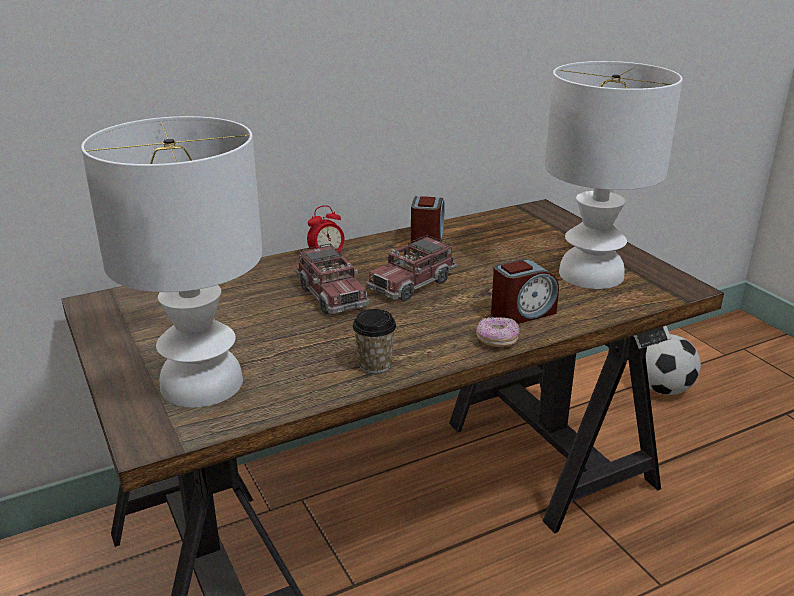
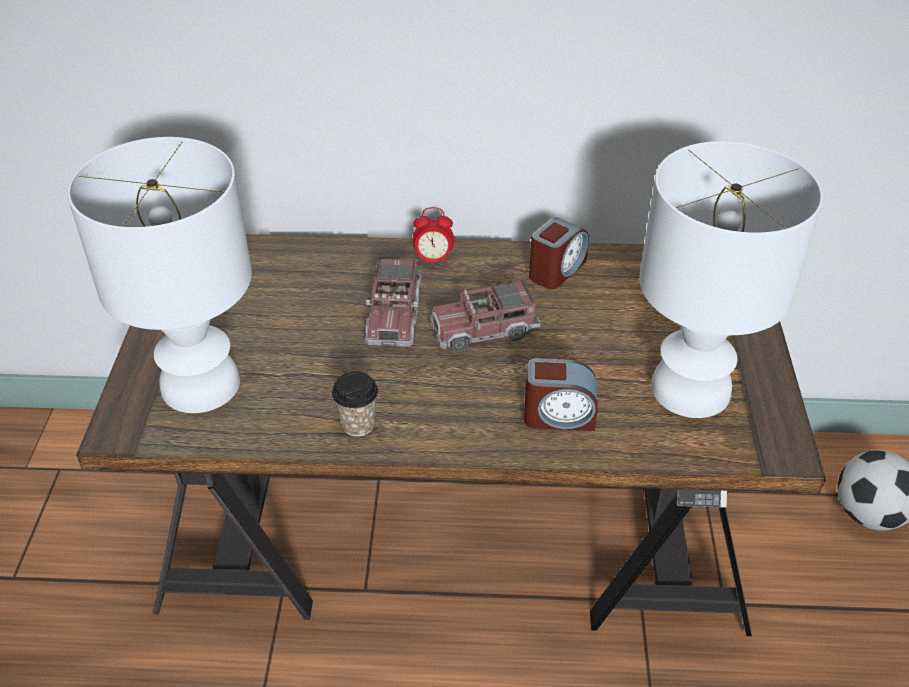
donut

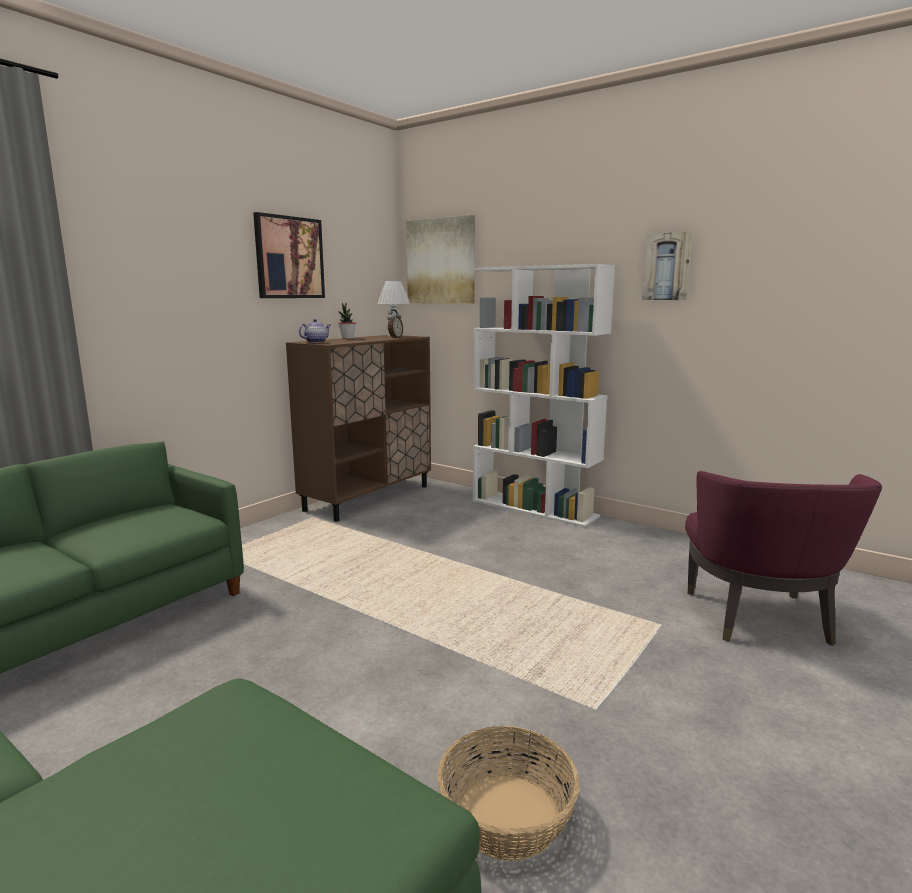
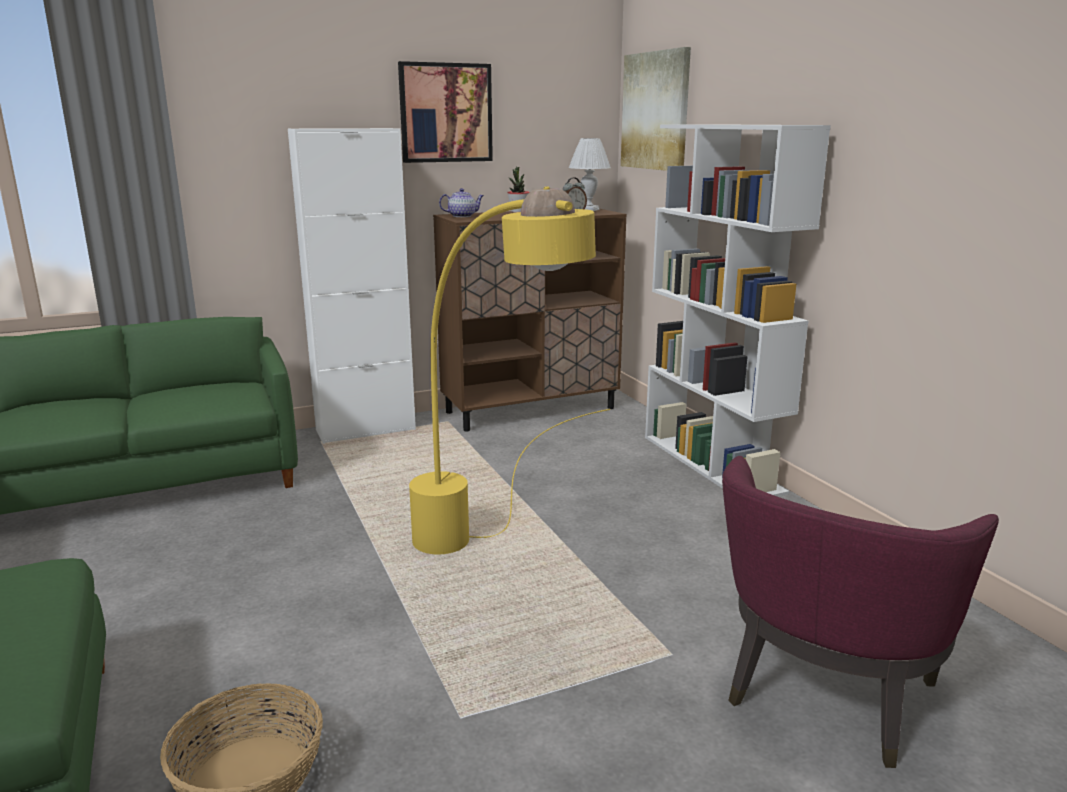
picture (3rd from left in the first image)
cabinet in white
floor lamp in yellow

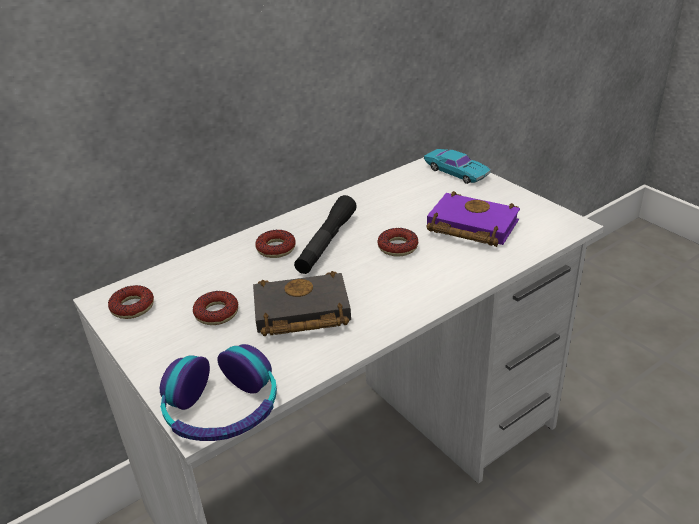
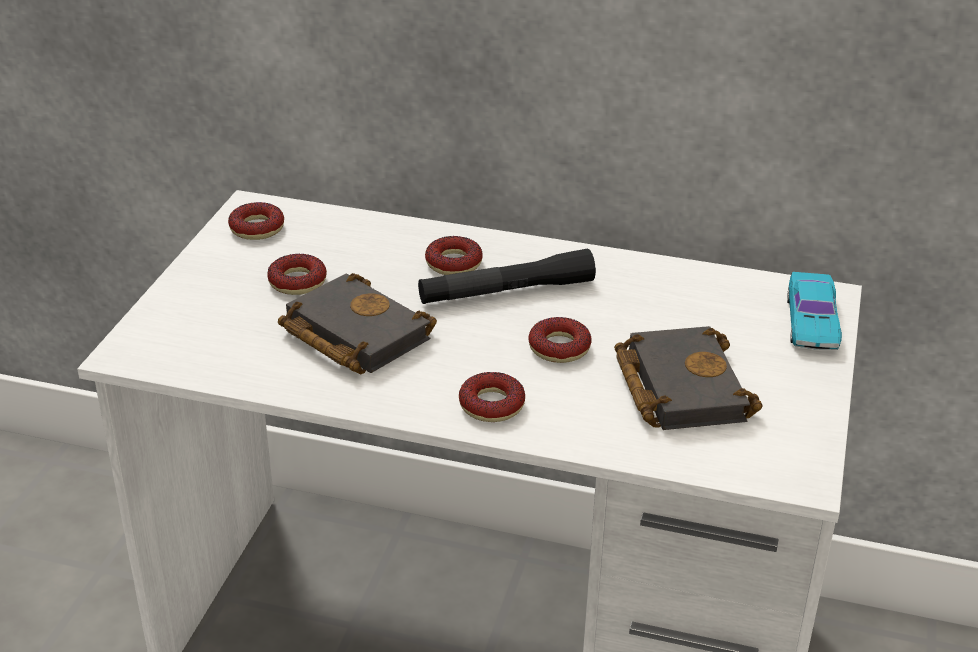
headphones
book in black (2nd from left)
donut (4th from left)

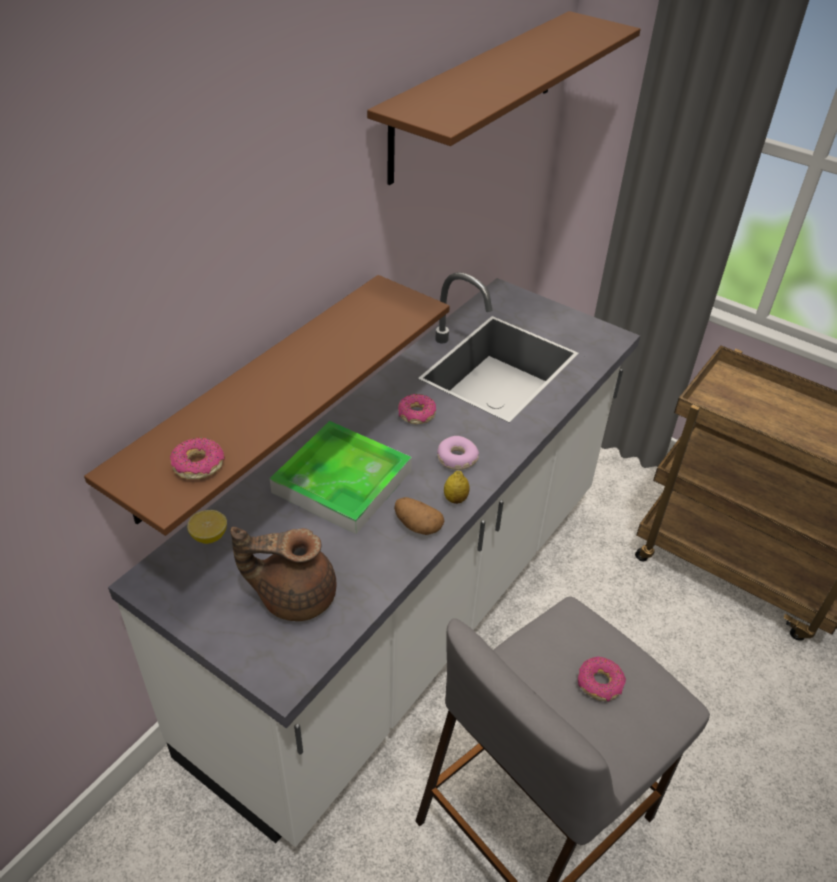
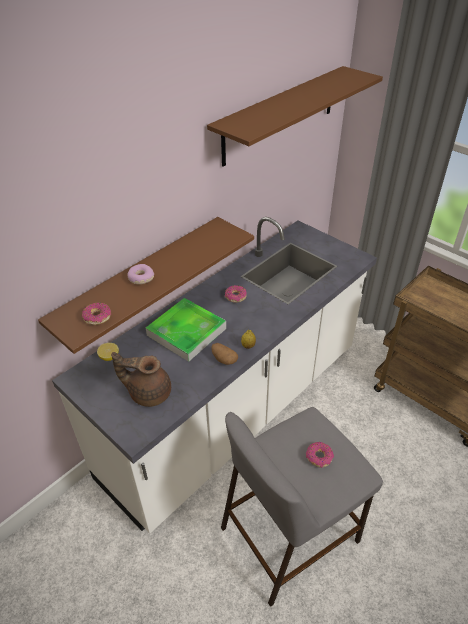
donut (2nd from left)

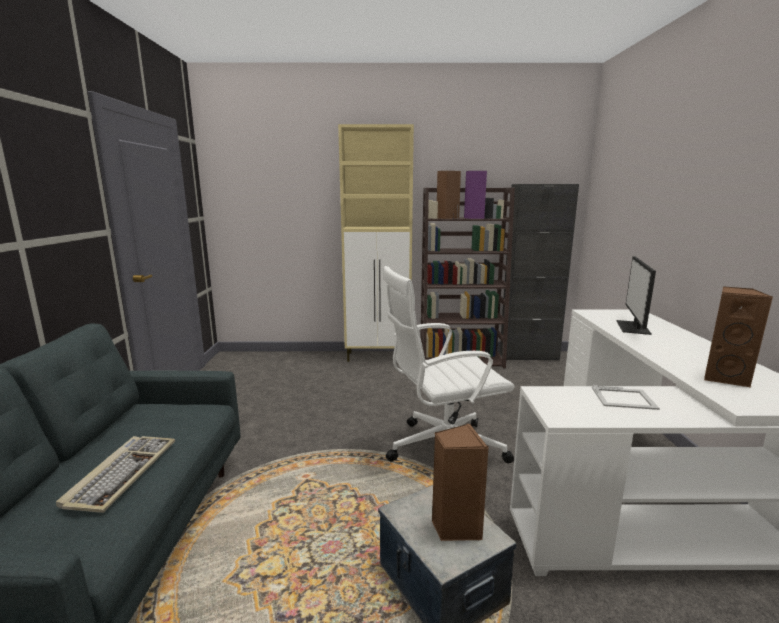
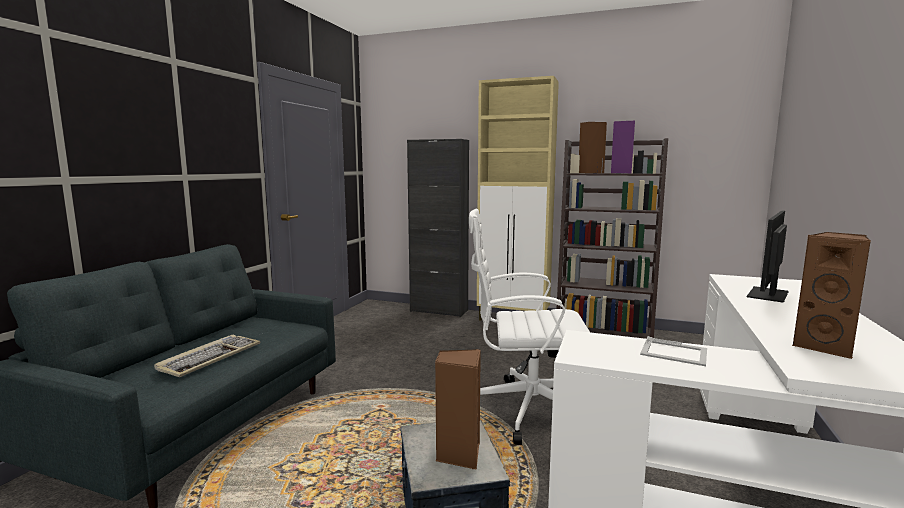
cabinet in black

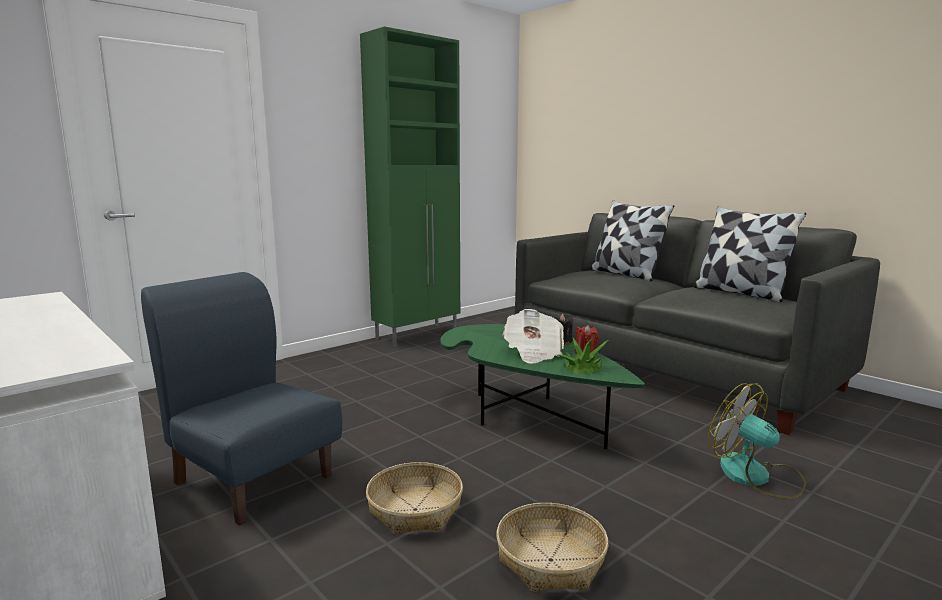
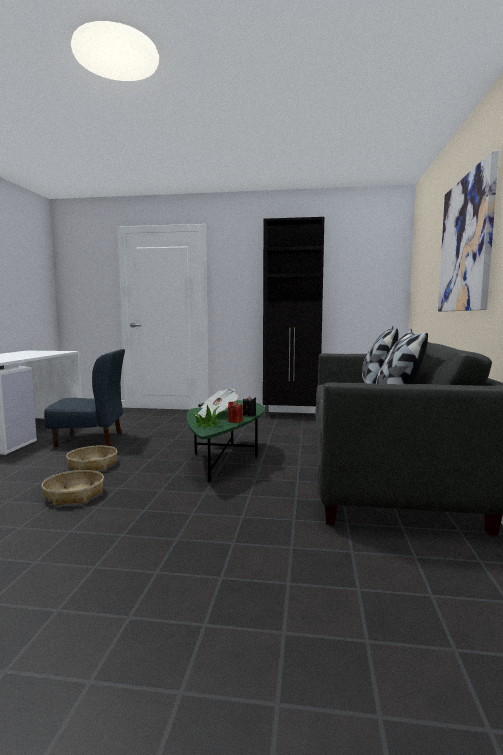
chair in blue
cabinet in black
fan
picture

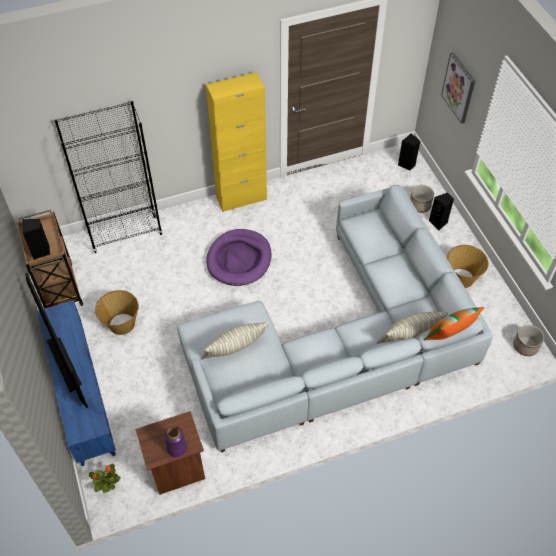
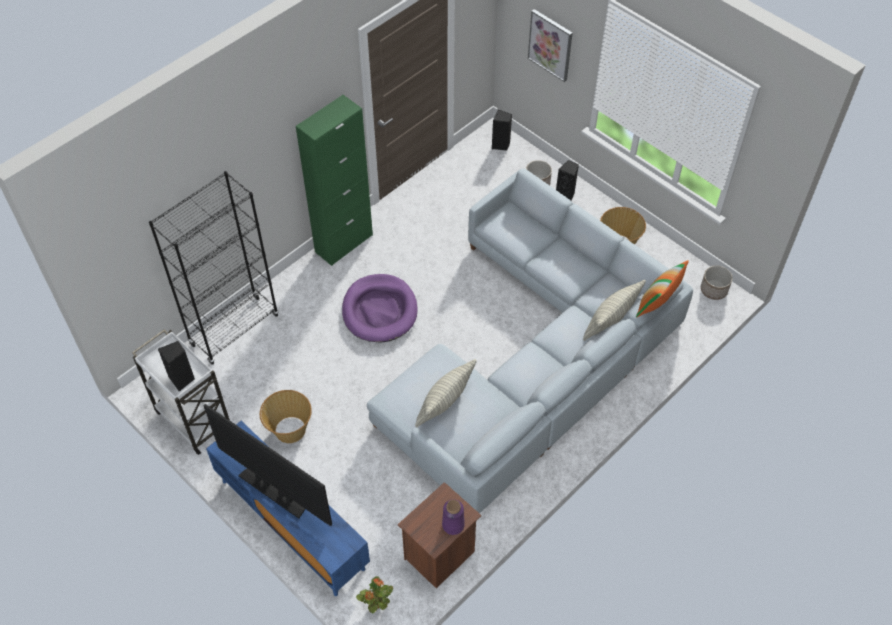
cart in white
cabinet in green

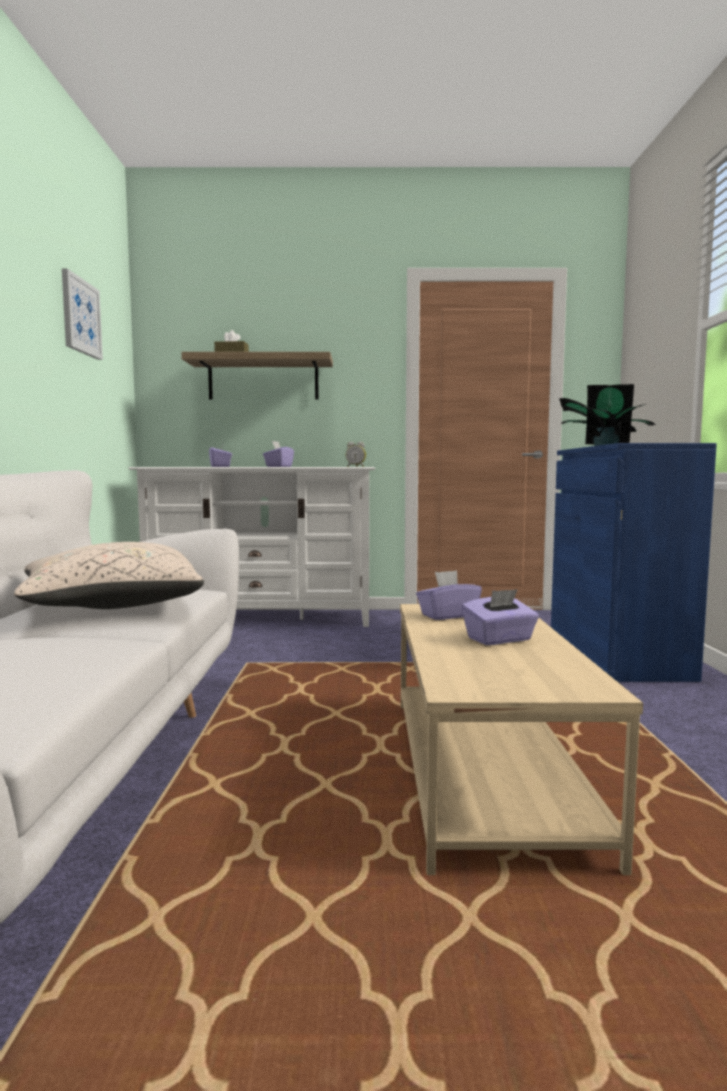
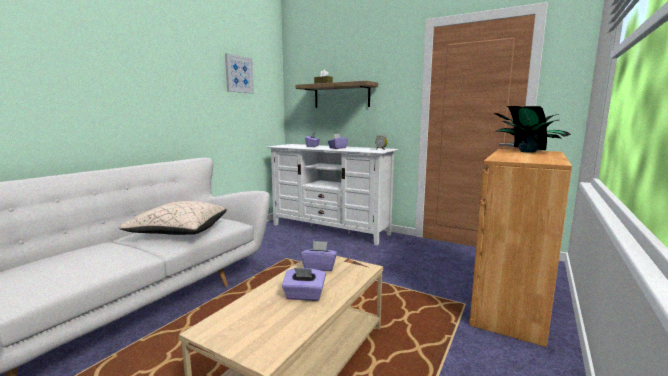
cabinet in brown

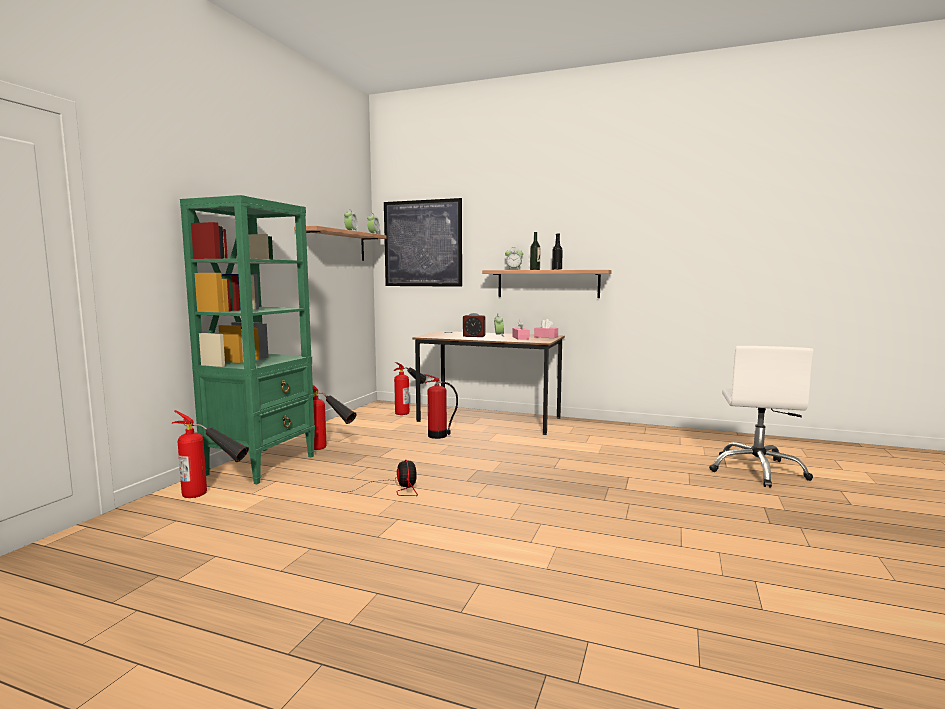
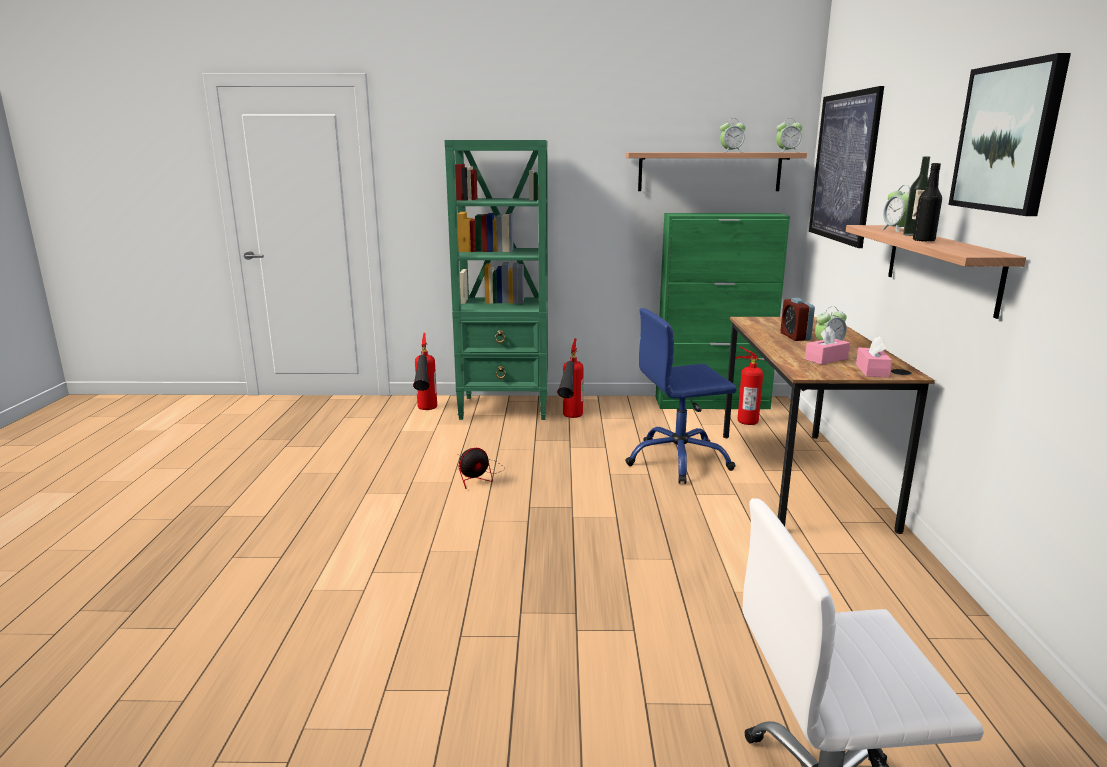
office chair in blue
cabinet in green
picture (2nd from left)

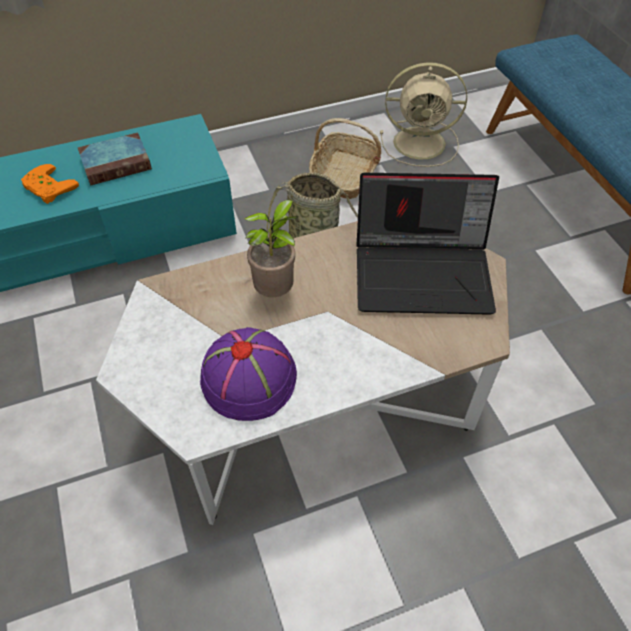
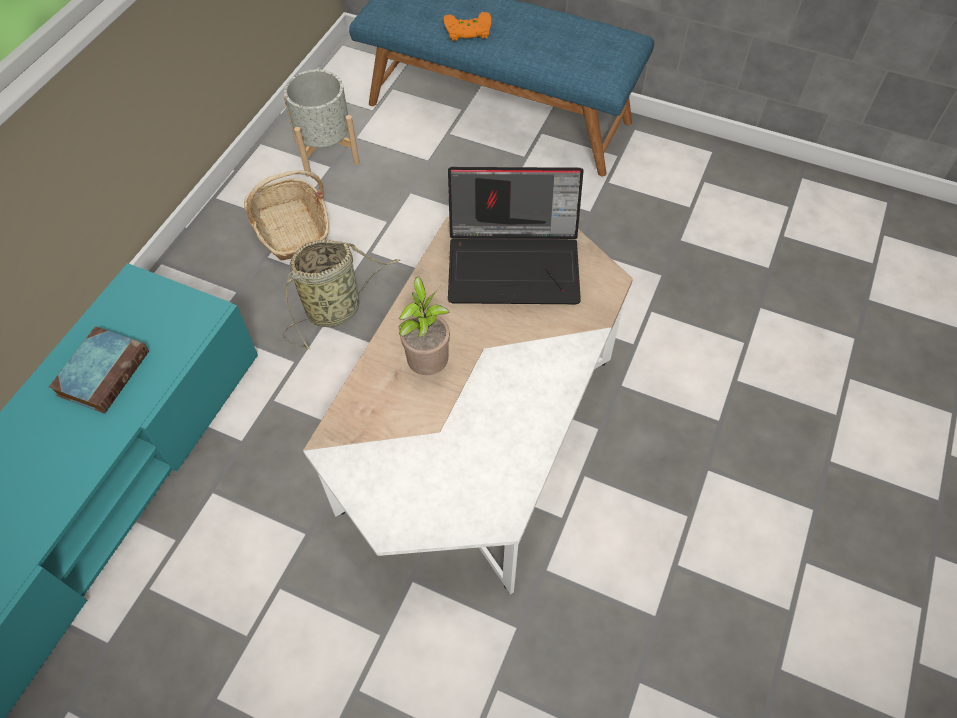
game controller in orange
hat in purple
laptop
planter in grey

